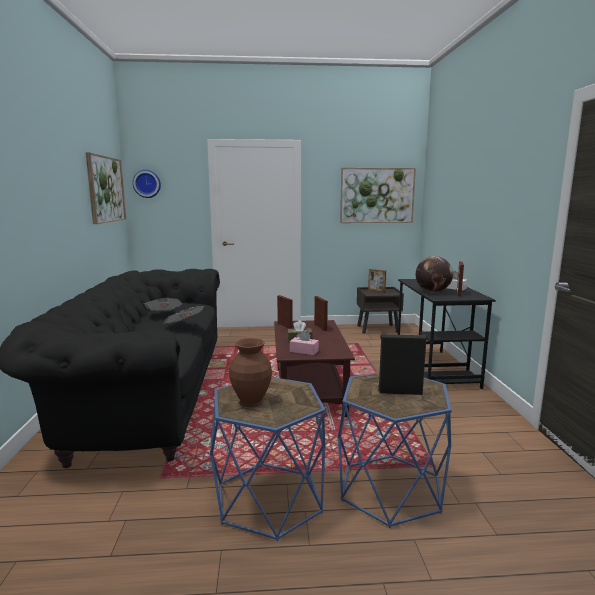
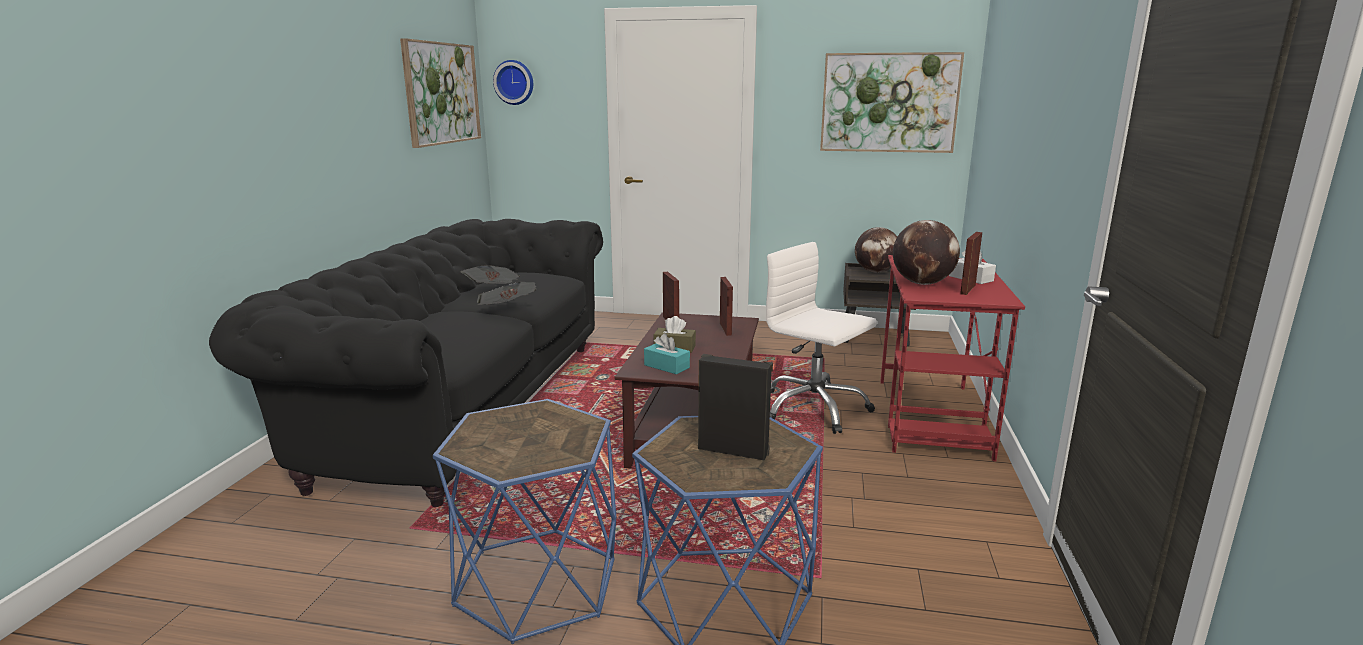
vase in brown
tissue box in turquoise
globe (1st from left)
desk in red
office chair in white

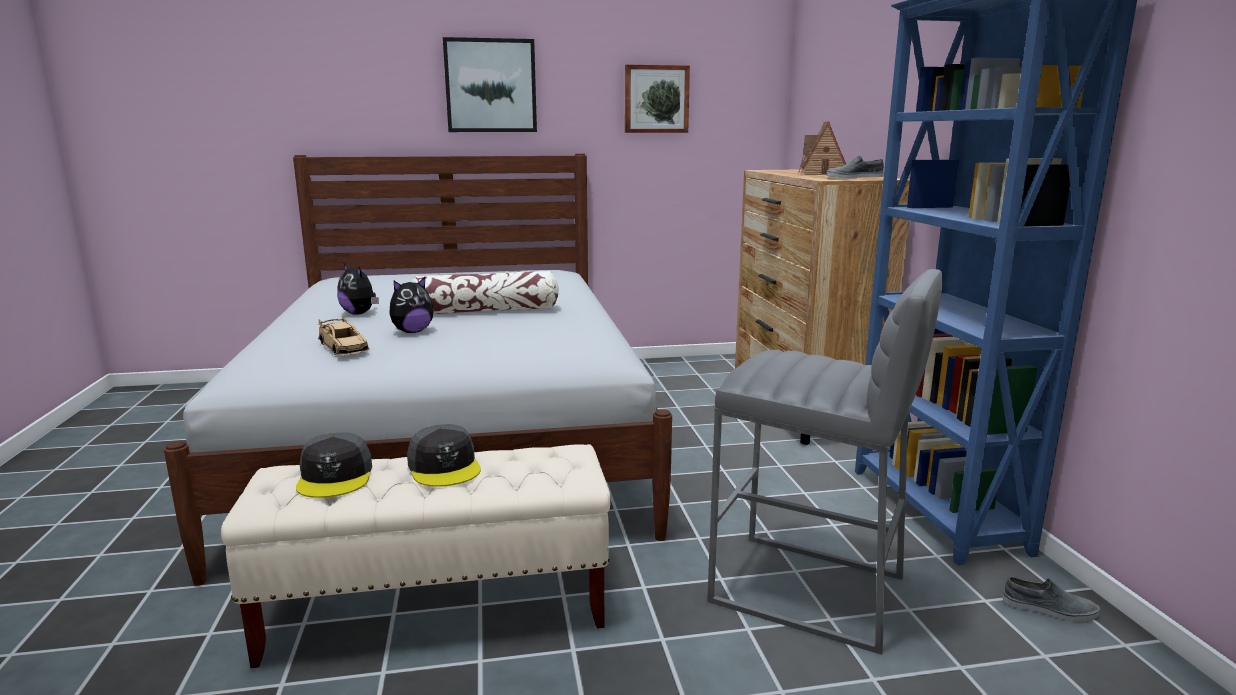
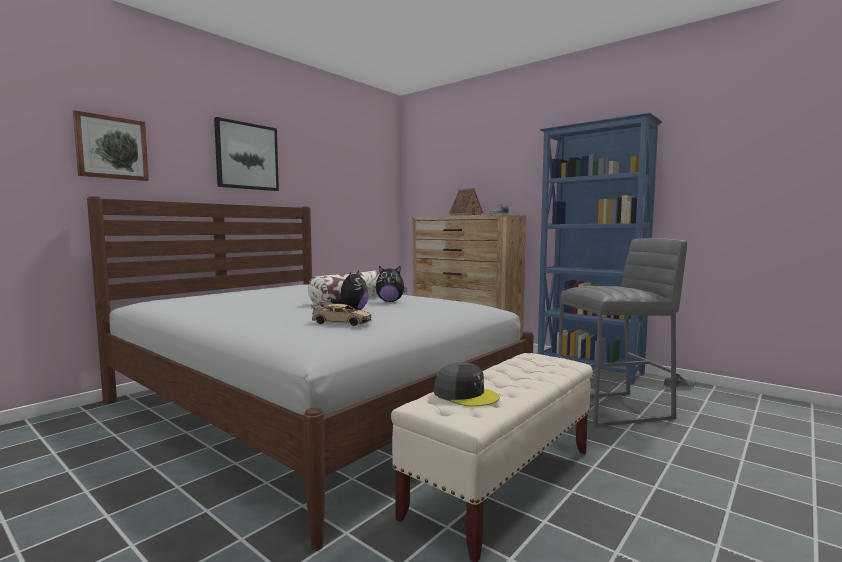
plush toy (2nd from left)
cap in grey (2nd from left in the first image)
picture (1st from left)

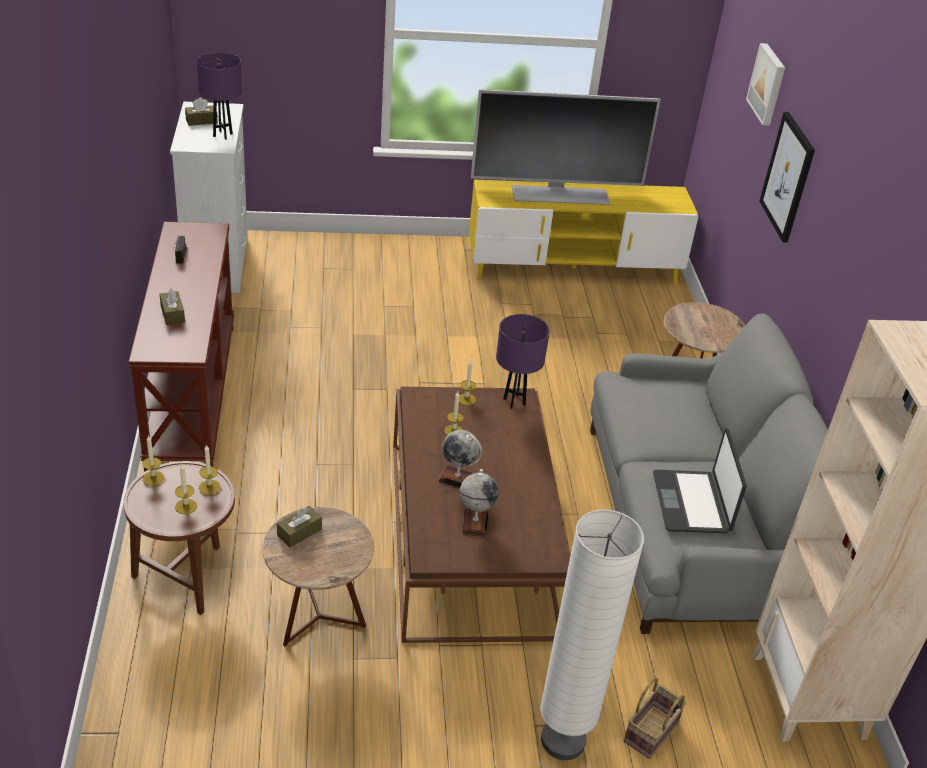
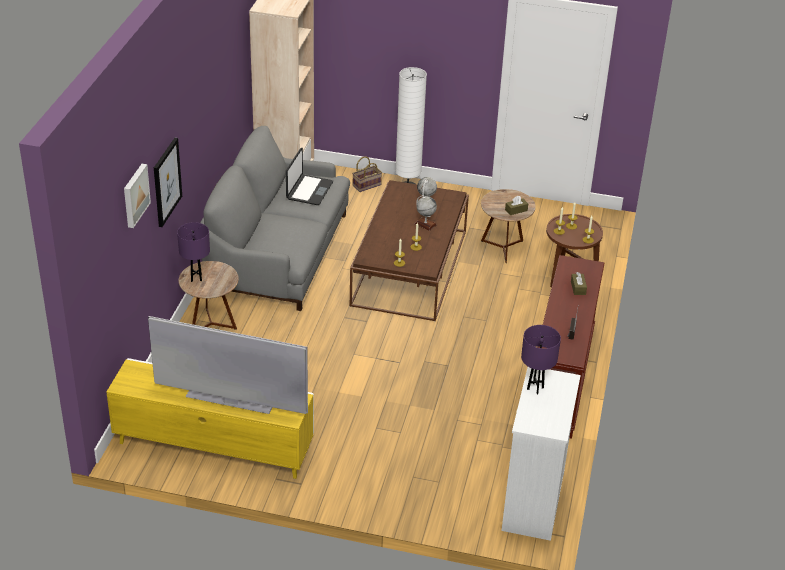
tissue box in brown (2nd from left in the first image)
table lamp in purple (1st from left)

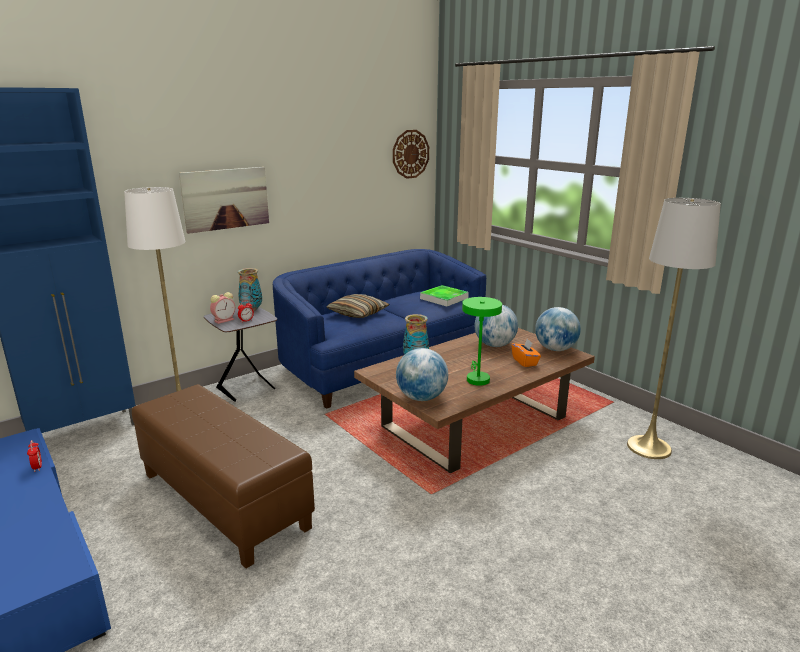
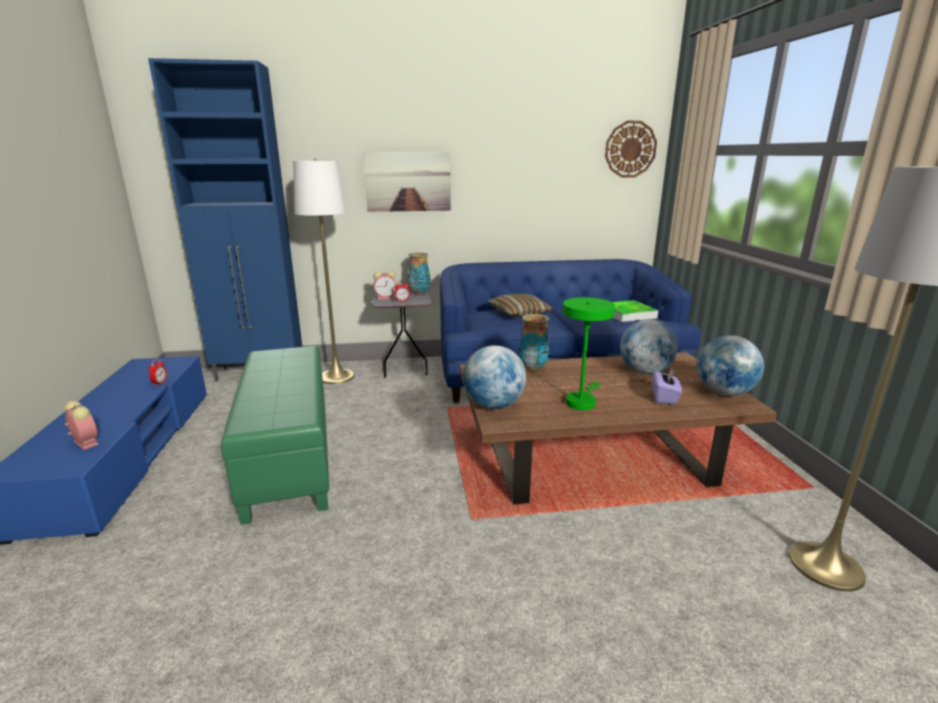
ottoman in green
tissue box in purple
alarm clock (1st from left)

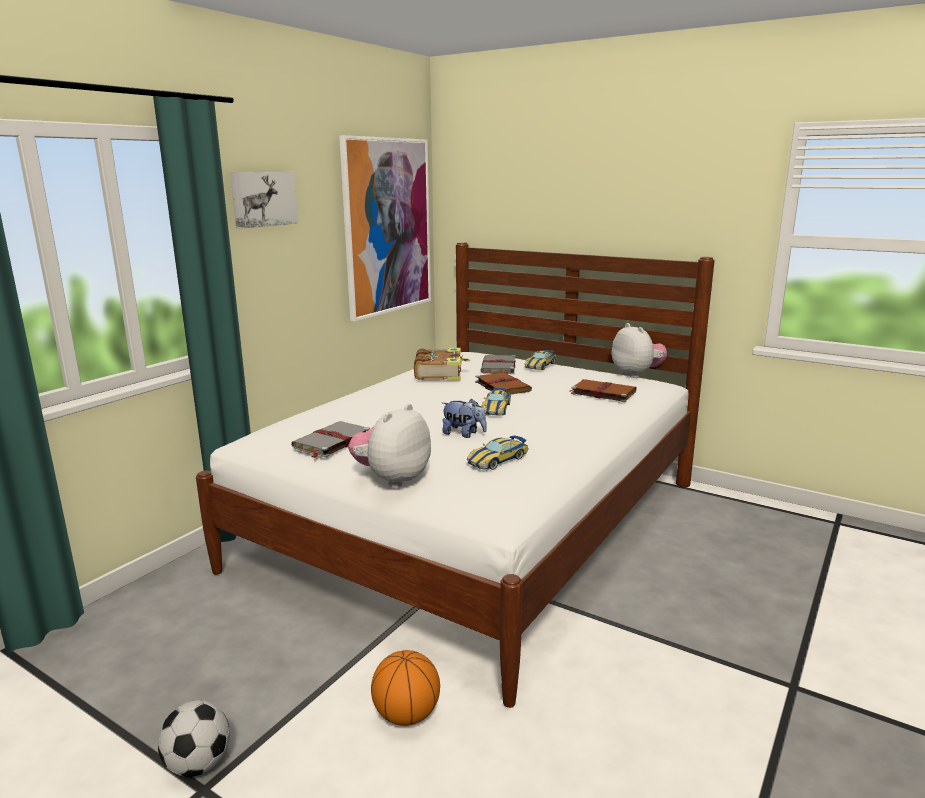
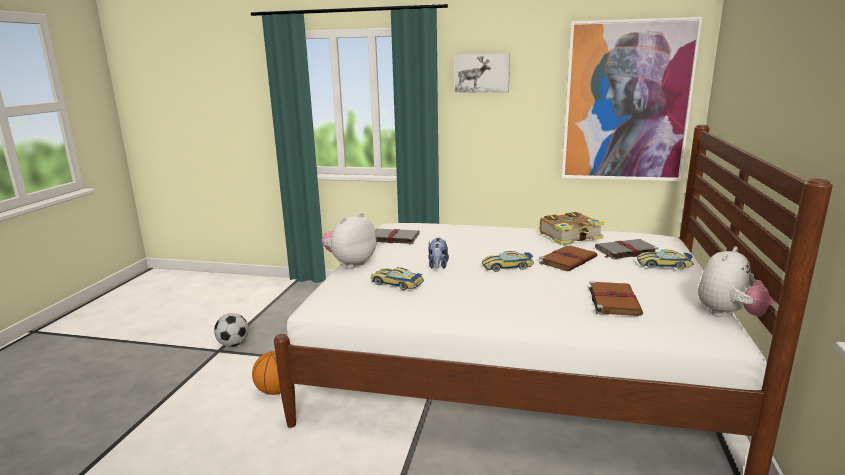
plush toy (1st from left)

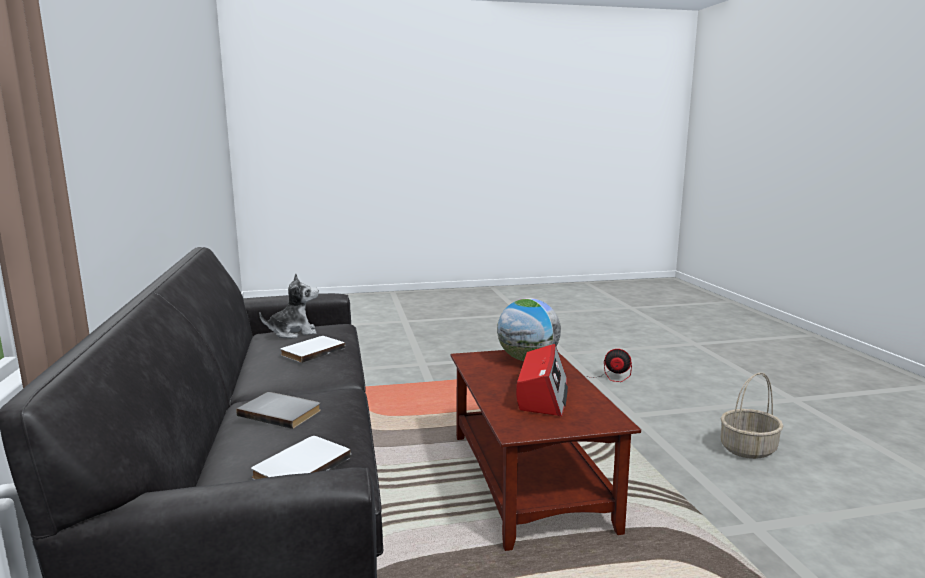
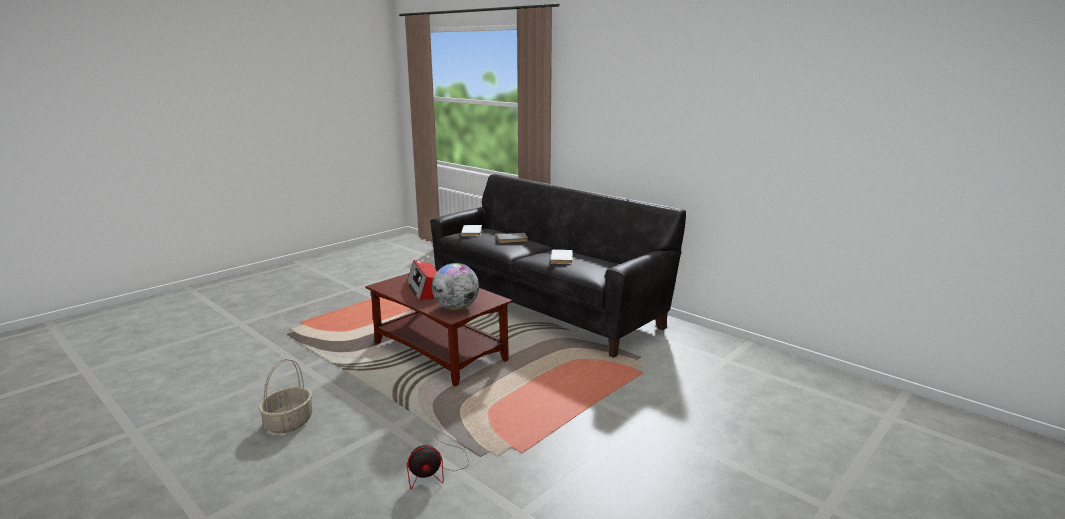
plush toy

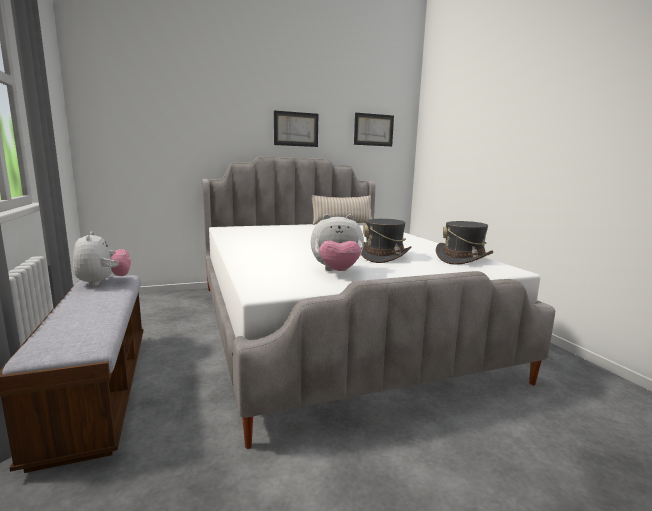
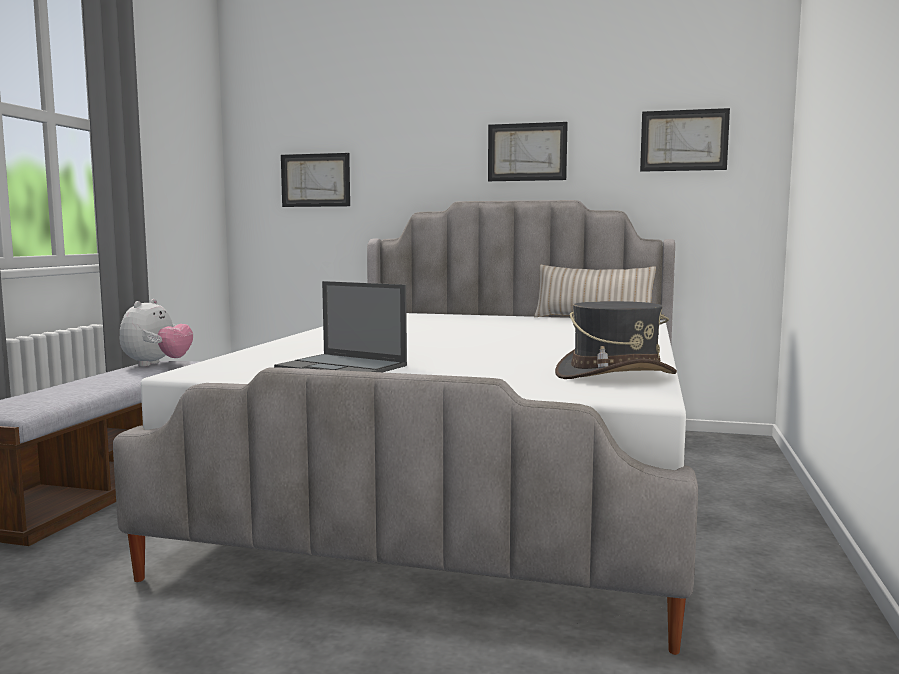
laptop
hat in grey (1st from left in the first image)
picture (1st from left)

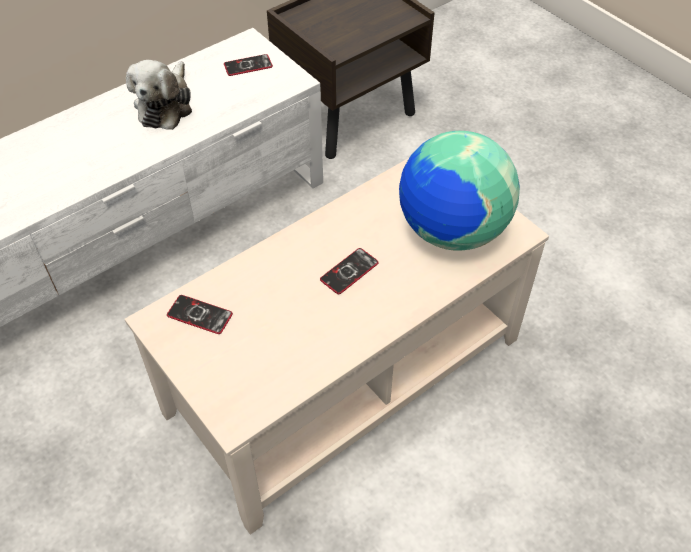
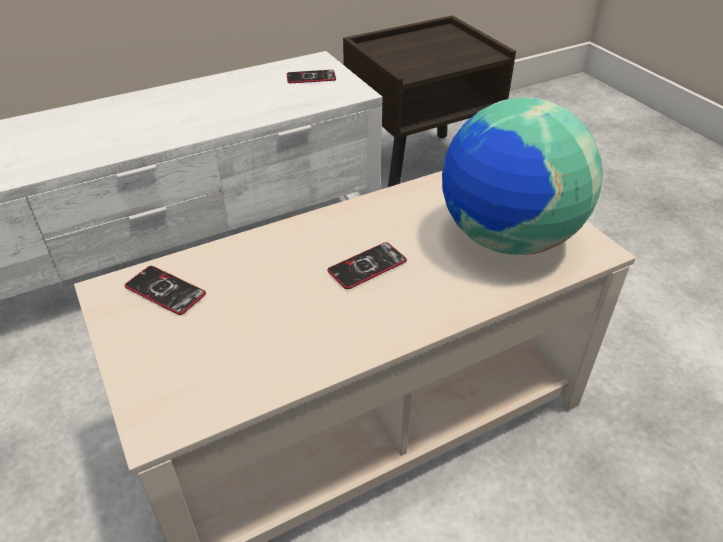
plush toy

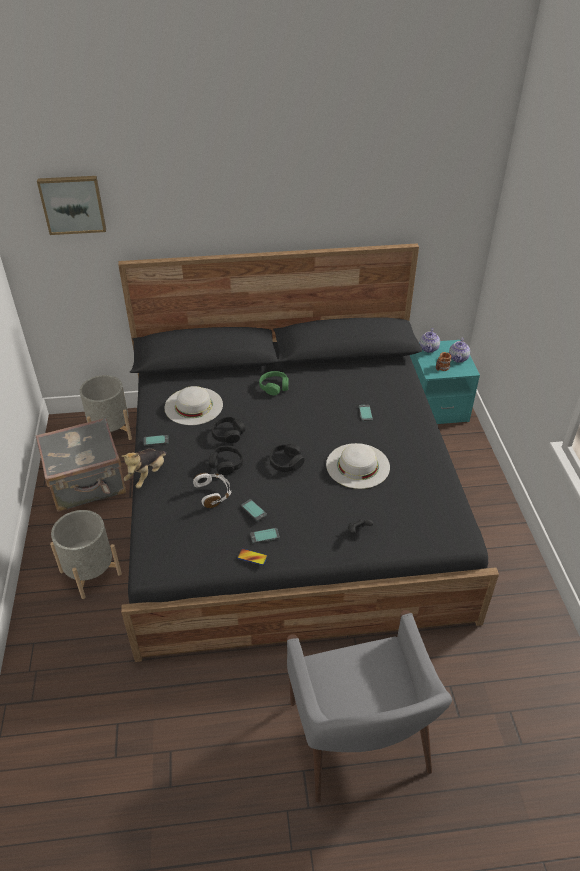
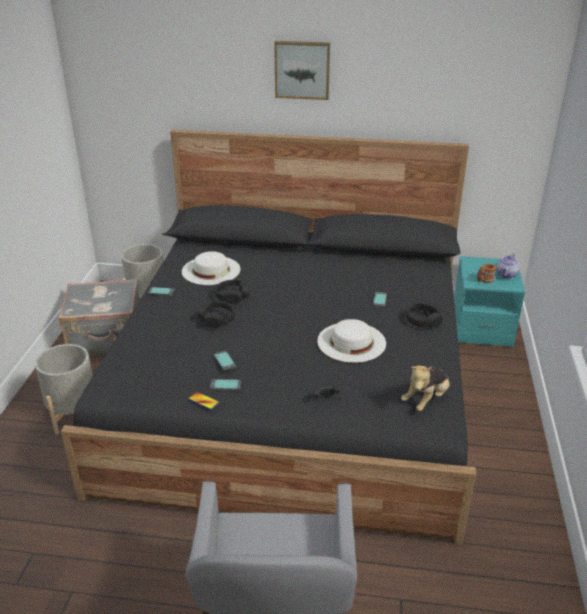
picture
plush toy
headphones in white
headphones in green
headphones in black (3rd from left)
teapot (1st from left in the first image)

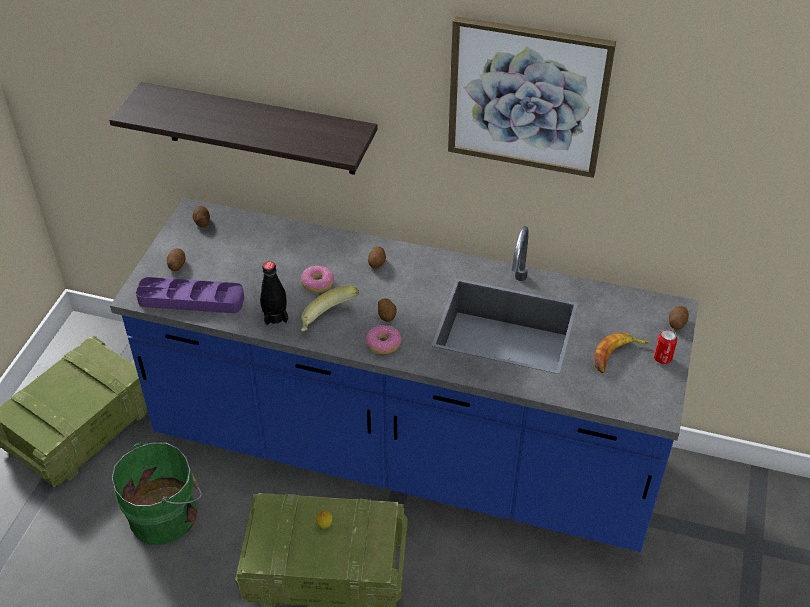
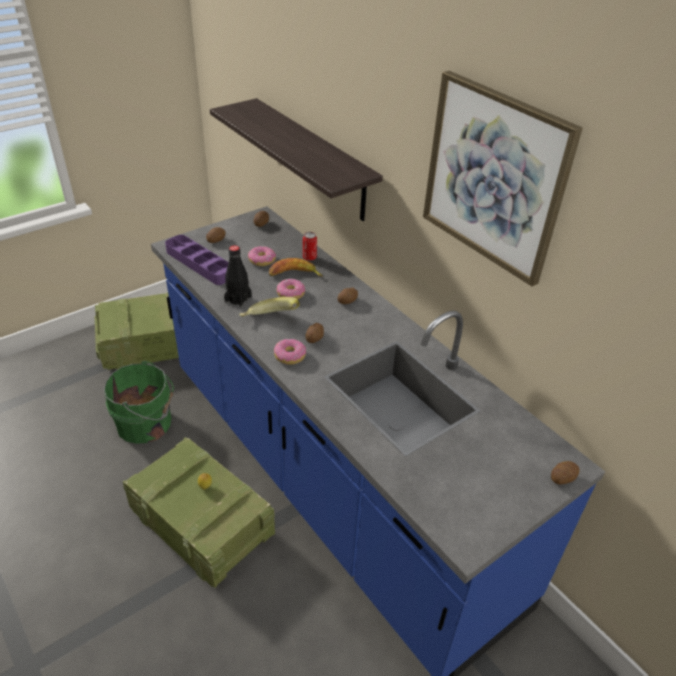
banana (2nd from left)
can
donut (1st from left)

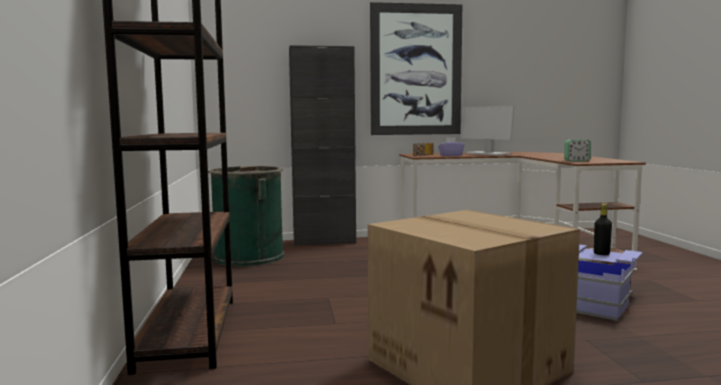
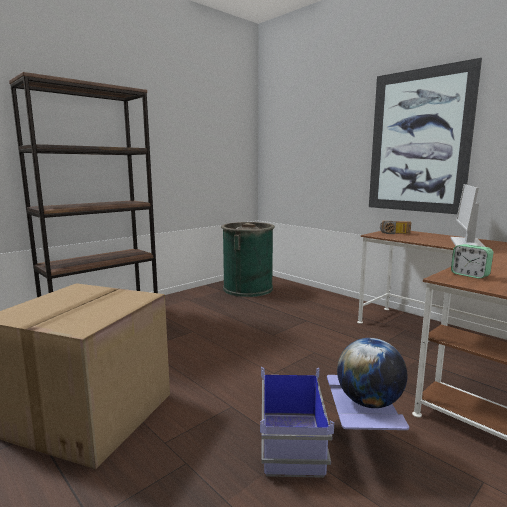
cabinet in black
tissue box in purple
globe

